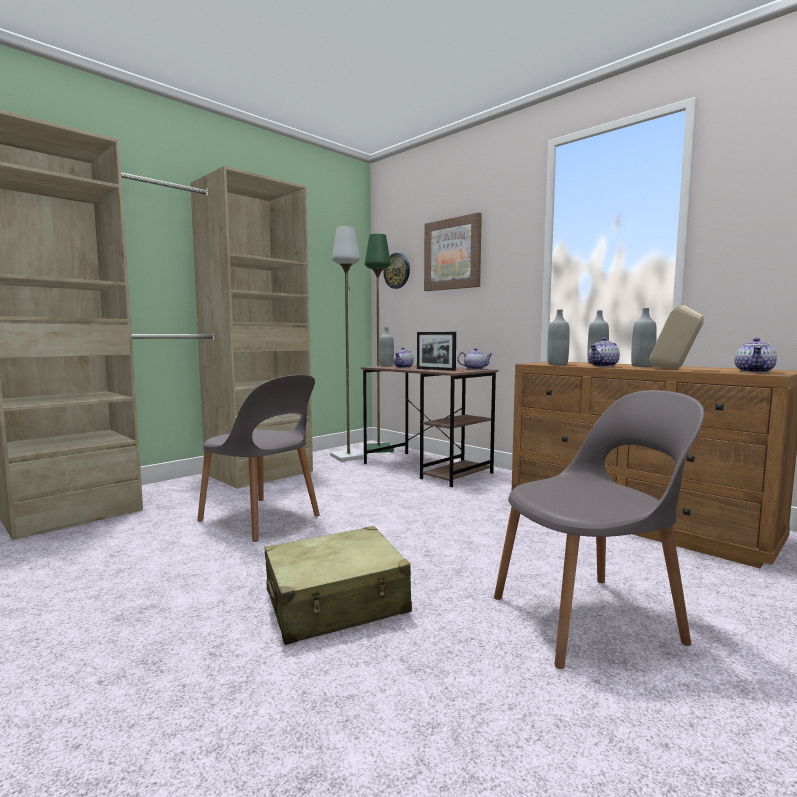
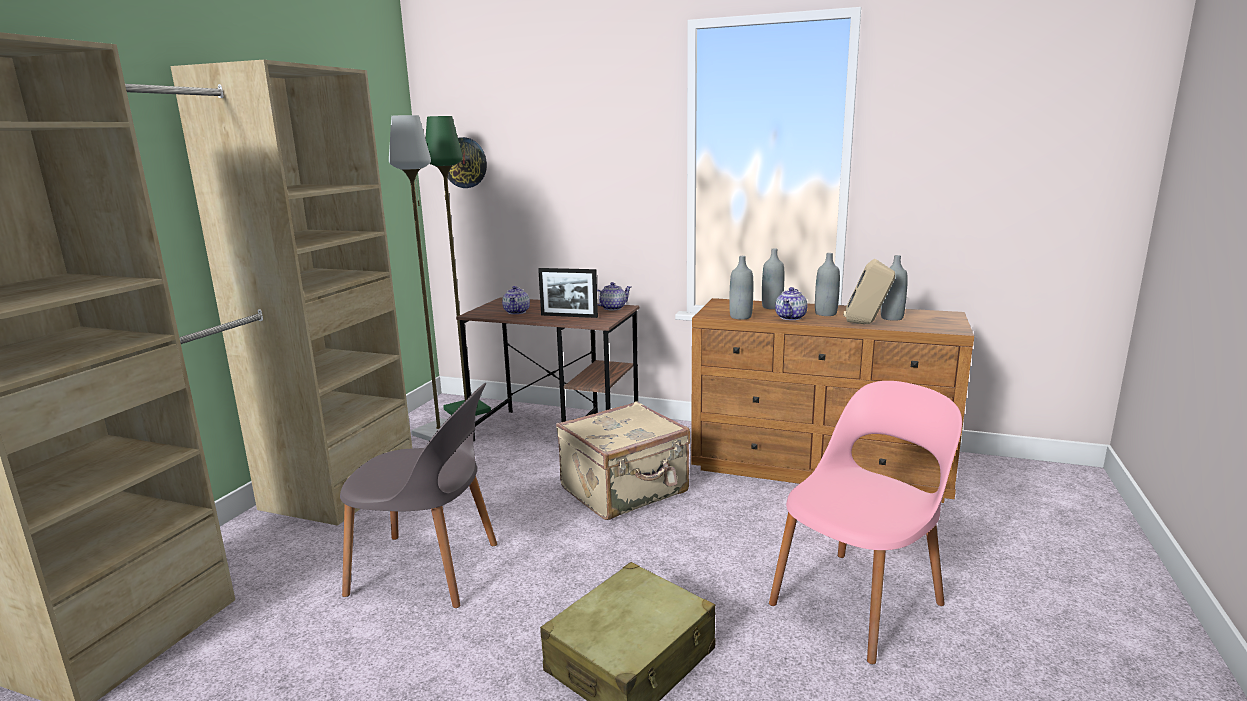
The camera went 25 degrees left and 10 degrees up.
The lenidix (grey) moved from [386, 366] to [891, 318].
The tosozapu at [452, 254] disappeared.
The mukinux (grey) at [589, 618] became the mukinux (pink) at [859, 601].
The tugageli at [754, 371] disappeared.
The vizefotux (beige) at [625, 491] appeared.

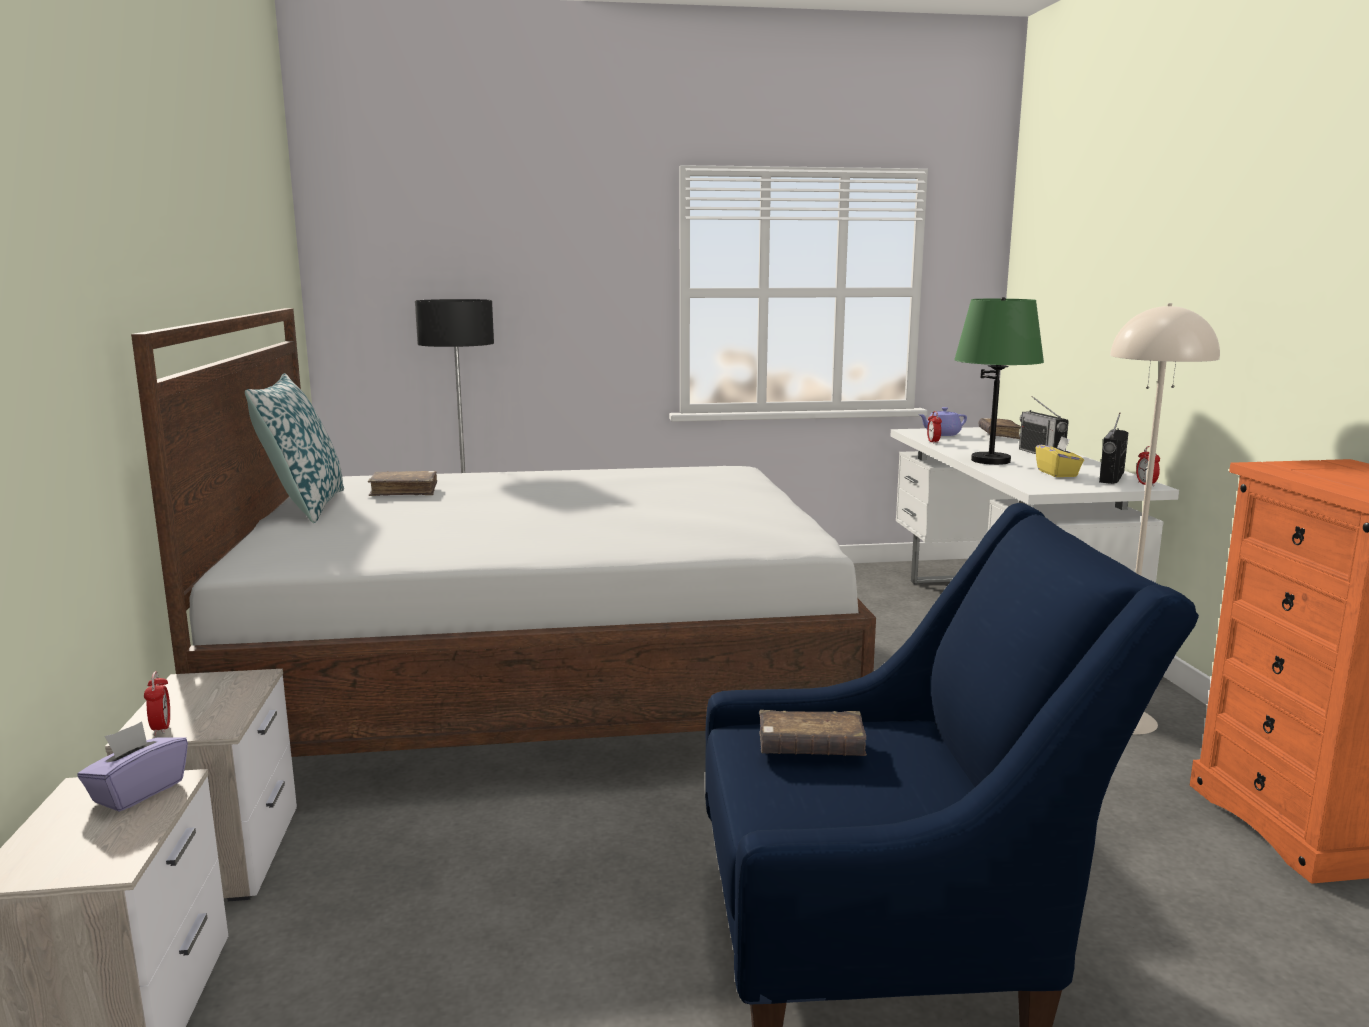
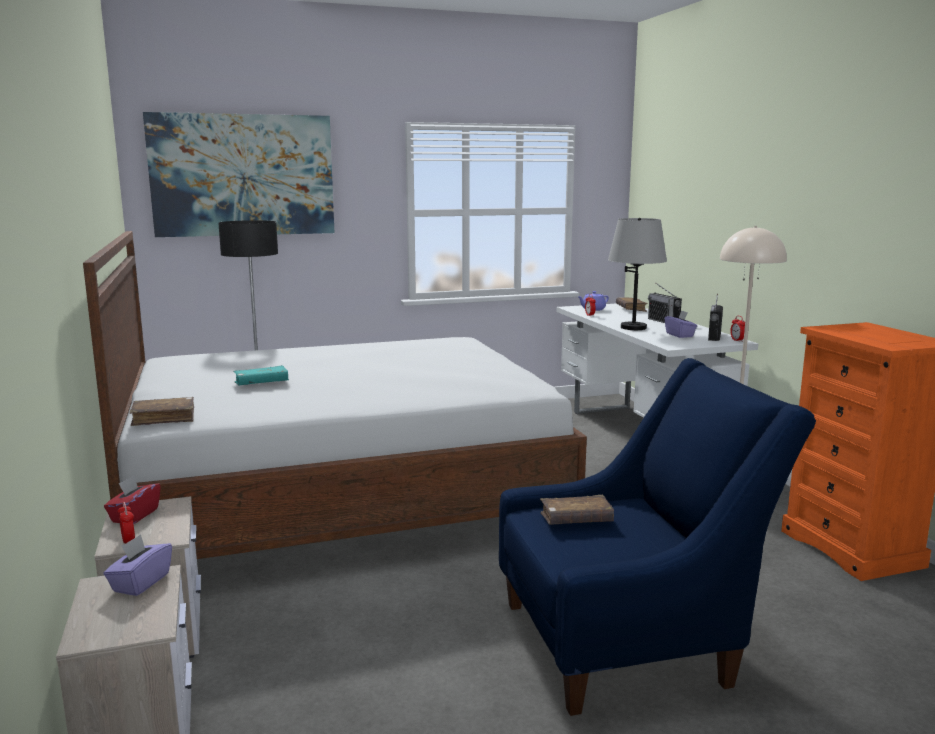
The camera went 10 degrees left and 0 degrees up.
The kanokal at [304, 507] disappeared.
The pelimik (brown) moved from [404, 491] to [164, 418].
The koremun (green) at [991, 461] became the koremun (grey) at [634, 327].
The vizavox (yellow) at [1057, 473] became the vizavox (purple) at [680, 335].
The vizavox (red) at [134, 515] appeared.
The tosozapu at [243, 175] appeared.
The pelimik (turquoise) at [261, 383] appeared.

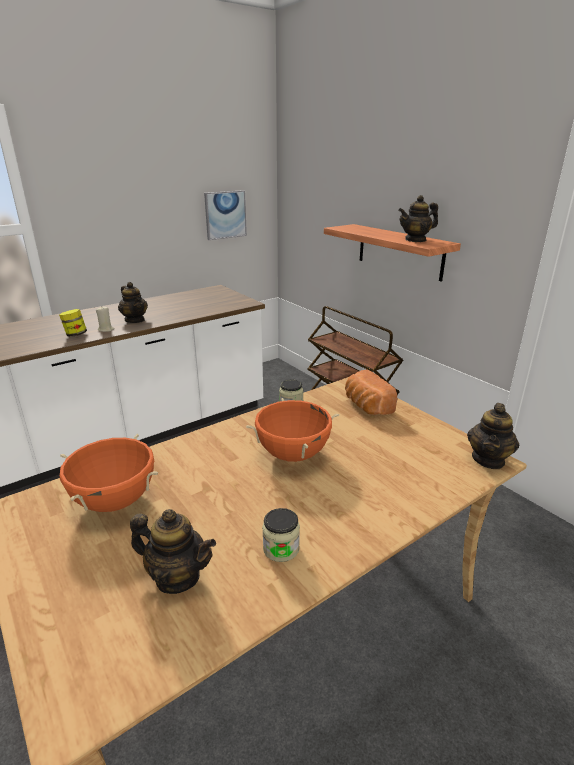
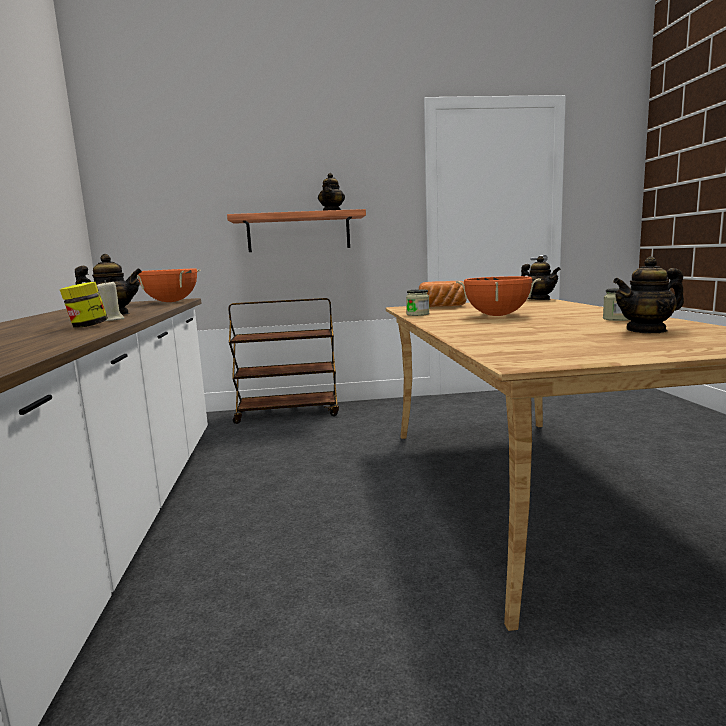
The camera went 60 degrees left and 15 degrees down.
The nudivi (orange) moved from [115, 500] to [170, 302].
The tugageli at [177, 577] turned 150 degrees counterclockwise.
The tosozapu at [225, 215] disappeared.

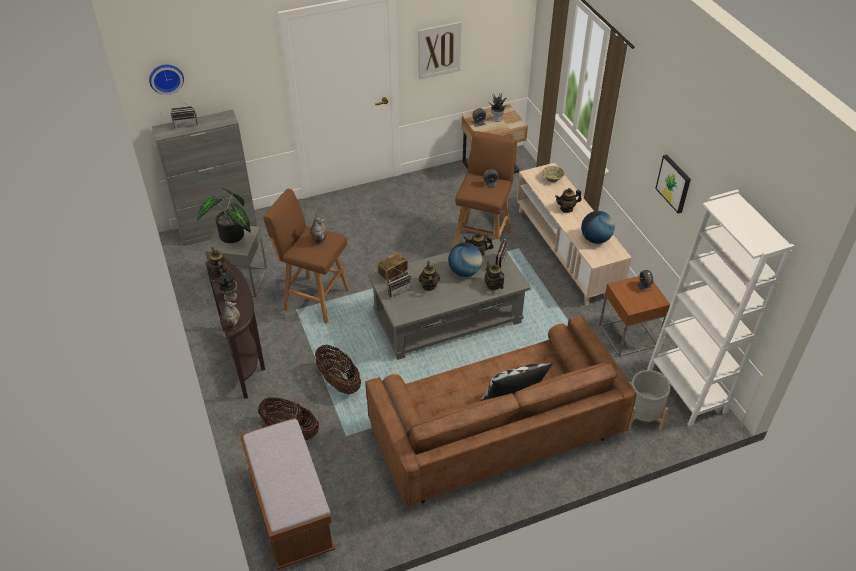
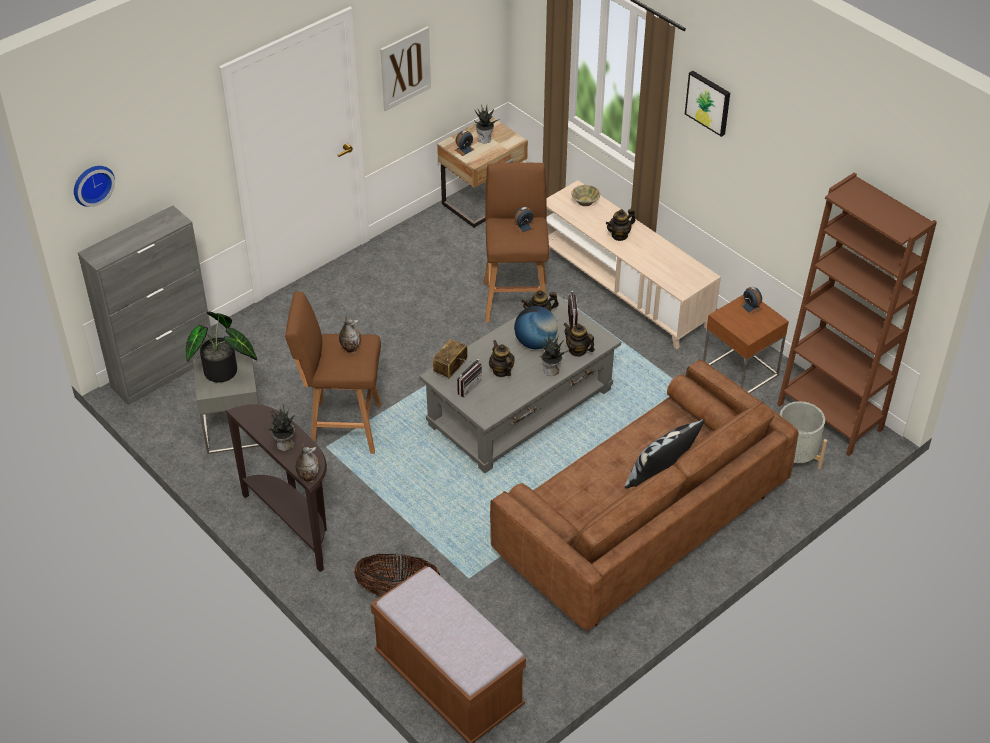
The camera went 20 degrees left and 0 degrees up.
The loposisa at [186, 124] disappeared.
The tugageli at [220, 273] disappeared.
The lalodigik at [339, 381] disappeared.
The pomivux at [595, 239] disappeared.
The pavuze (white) at [686, 390] became the pavuze (brown) at [829, 417].
The tosozapu moved from [674, 183] to [708, 102].
The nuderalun at [551, 371] appeared.

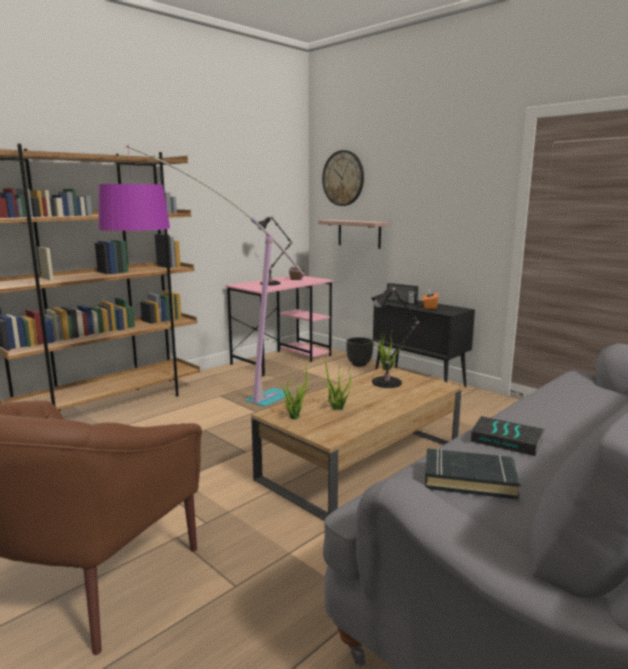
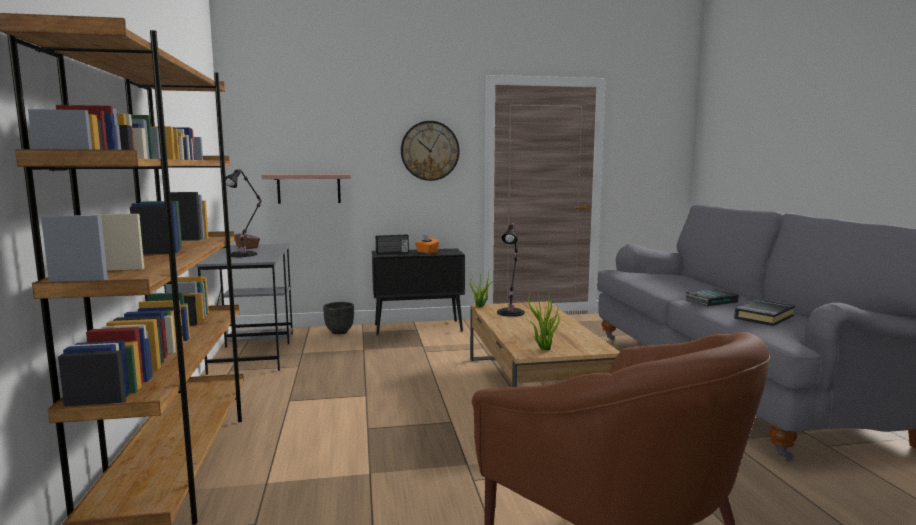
The camera went 55 degrees left and 5 degrees down.
The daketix at [211, 422] disappeared.
The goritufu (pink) at [282, 359] became the goritufu (grey) at [254, 351].
The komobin moved from [343, 178] to [430, 151].

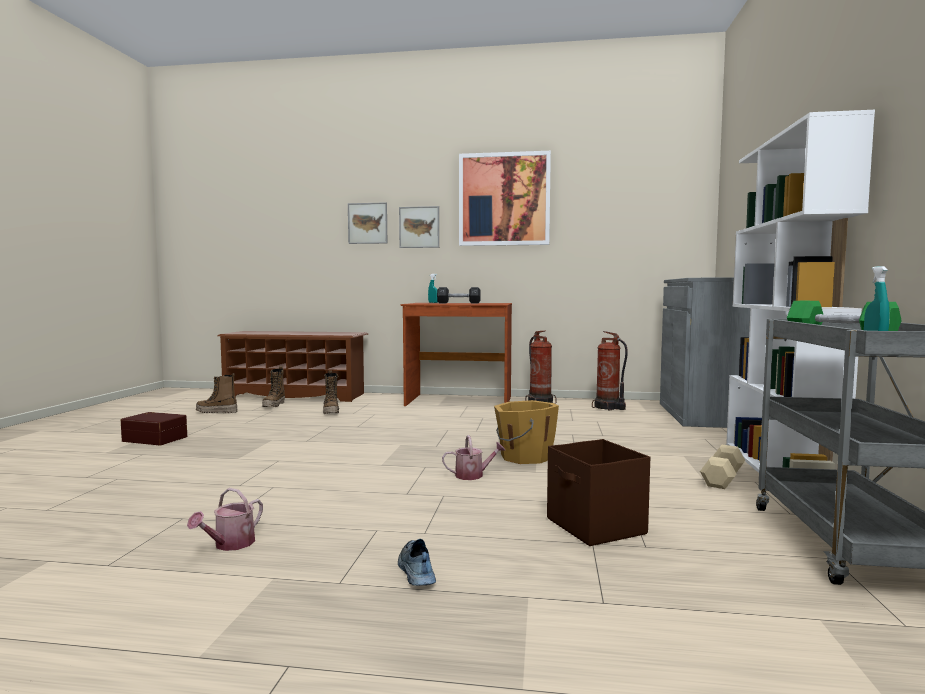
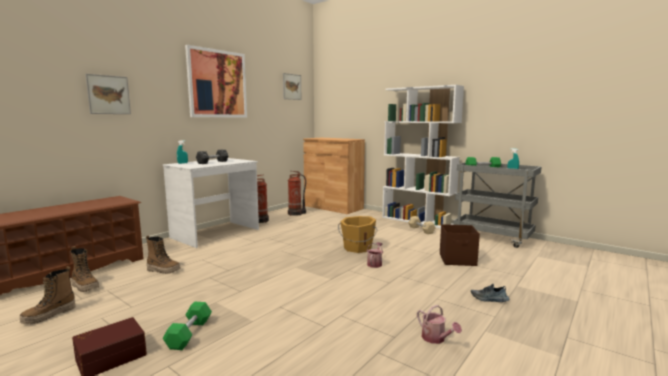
The camera went 60 degrees left and 5 degrees up.
The tosozapu moved from [419, 227] to [292, 86].
The goritufu (brown) at [459, 401] became the goritufu (white) at [216, 233].
The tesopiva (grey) at [698, 414] became the tesopiva (brown) at [333, 207].
The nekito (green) at [189, 334] appeared.

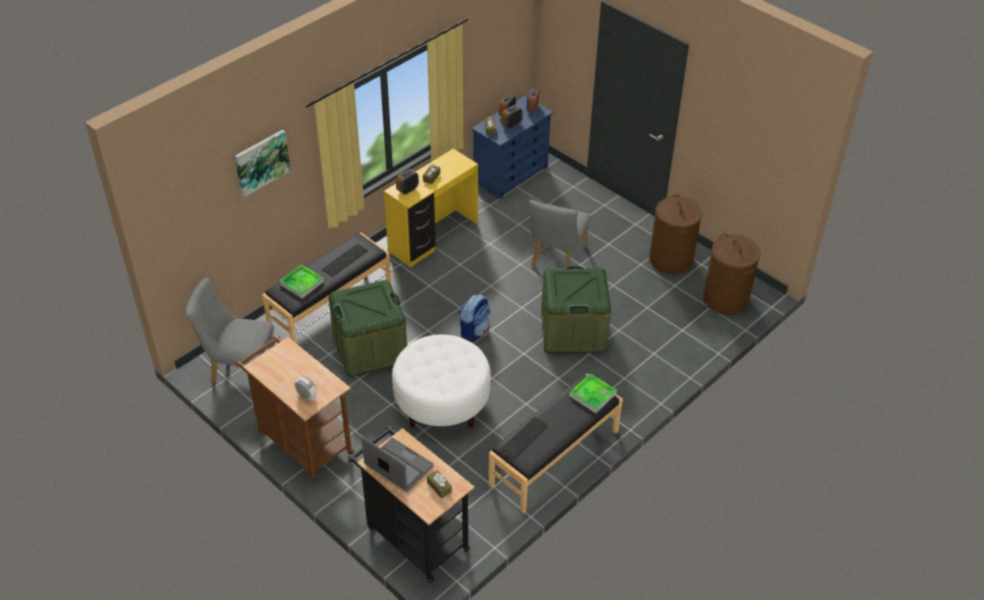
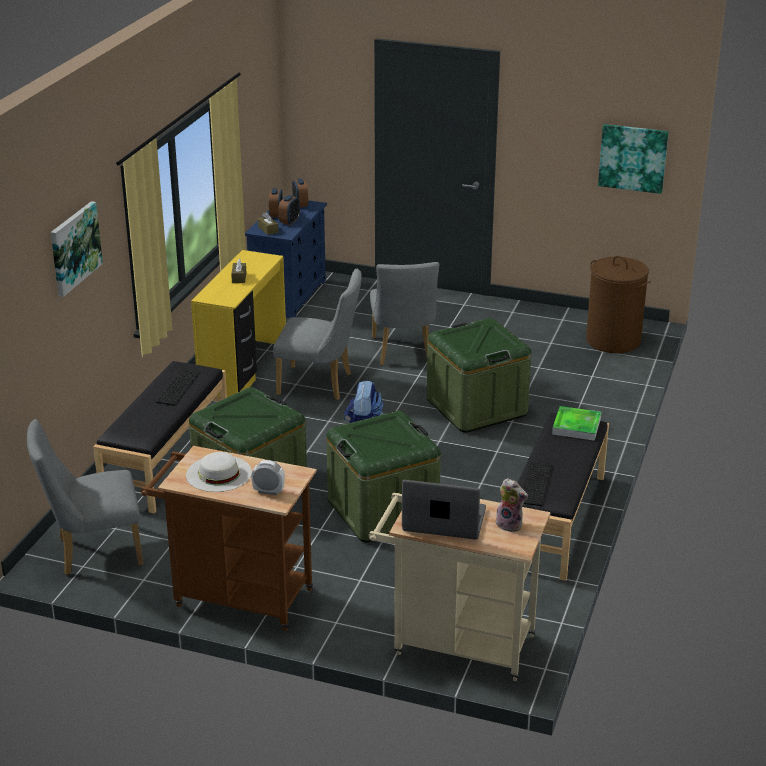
The camera went 25 degrees left and 15 degrees down.
The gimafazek at [302, 283] disappeared.
The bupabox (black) at [413, 536] became the bupabox (beige) at [455, 643].
The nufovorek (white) at [442, 403] was replaced by the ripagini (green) at [383, 511].
The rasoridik at [407, 190] disappeared.
The vizavox (brown) at [439, 487] was replaced by the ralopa at [510, 524].
The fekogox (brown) at [671, 259] disappeared.
The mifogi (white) at [219, 473] appeared.
The mukinux (grey) at [320, 384] appeared.
The tosozapu at [633, 158] appeared.

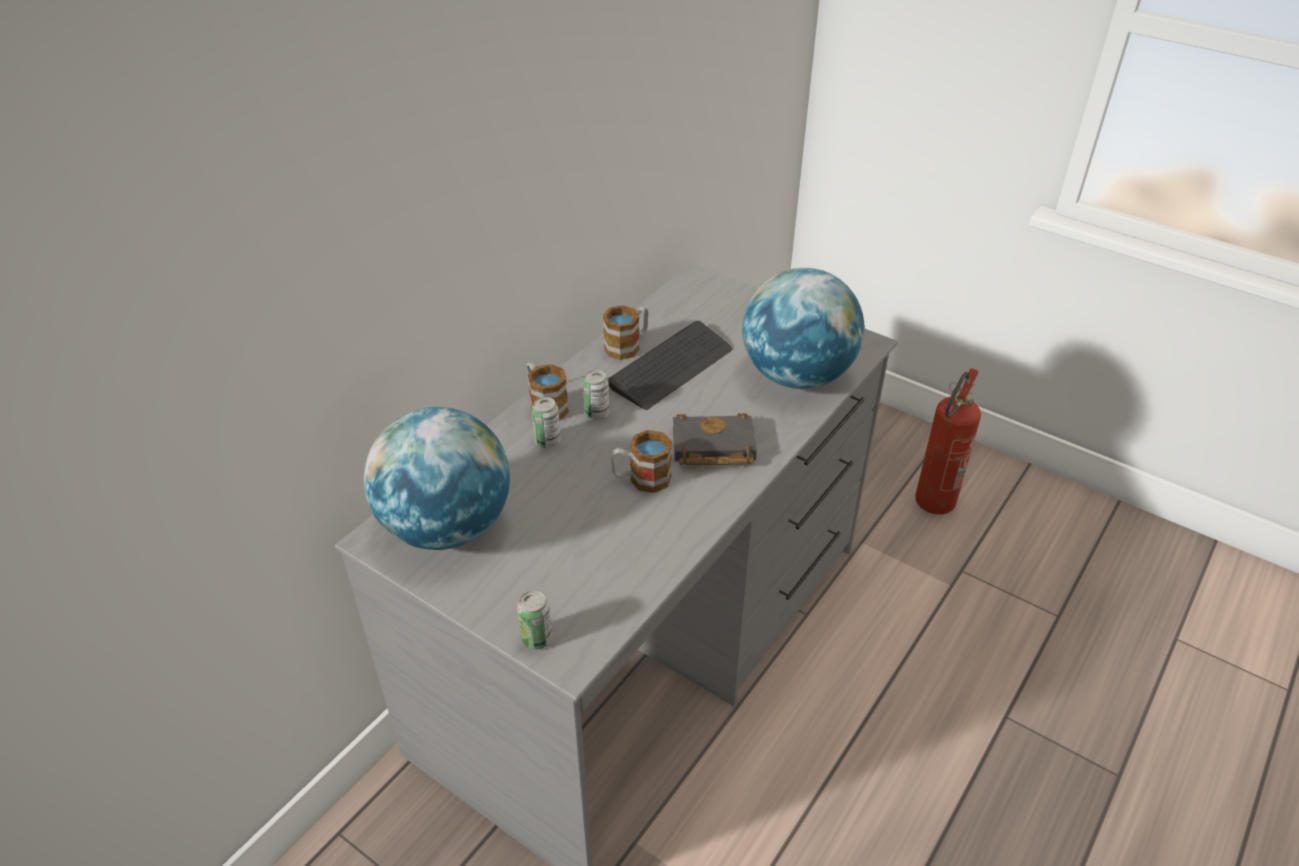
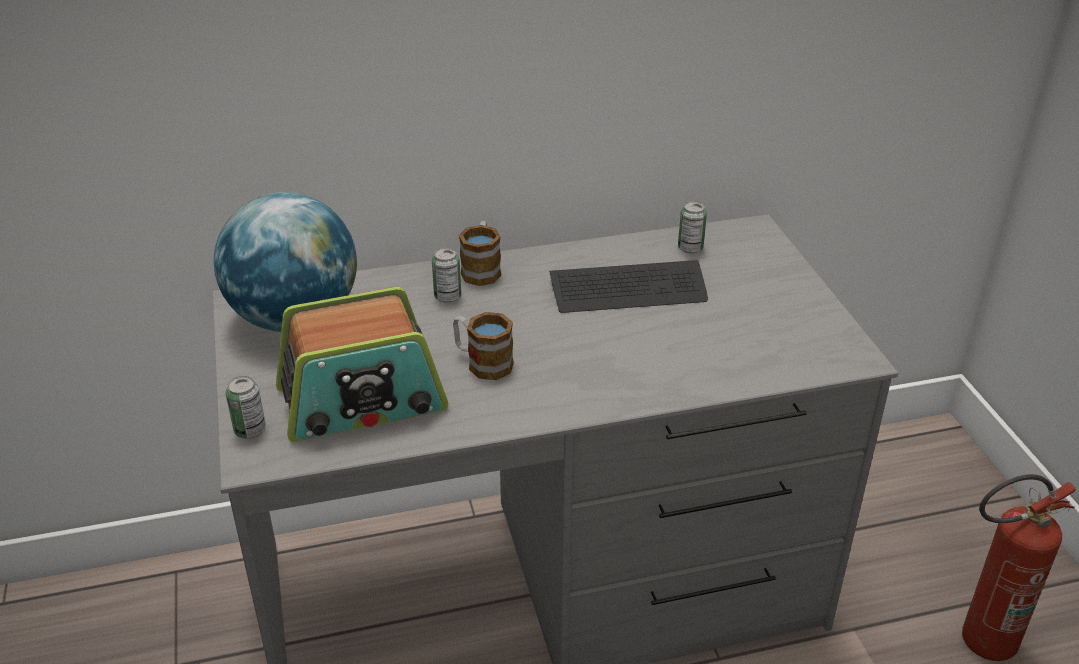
The camera went 40 degrees right and 5 degrees down.
The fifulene moved from [597, 413] to [690, 248].
The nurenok at [627, 345] disappeared.
The pelimik (black) at [711, 447] disappeared.
The pomivux at [797, 375] disappeared.
The loposisa at [362, 401] appeared.

